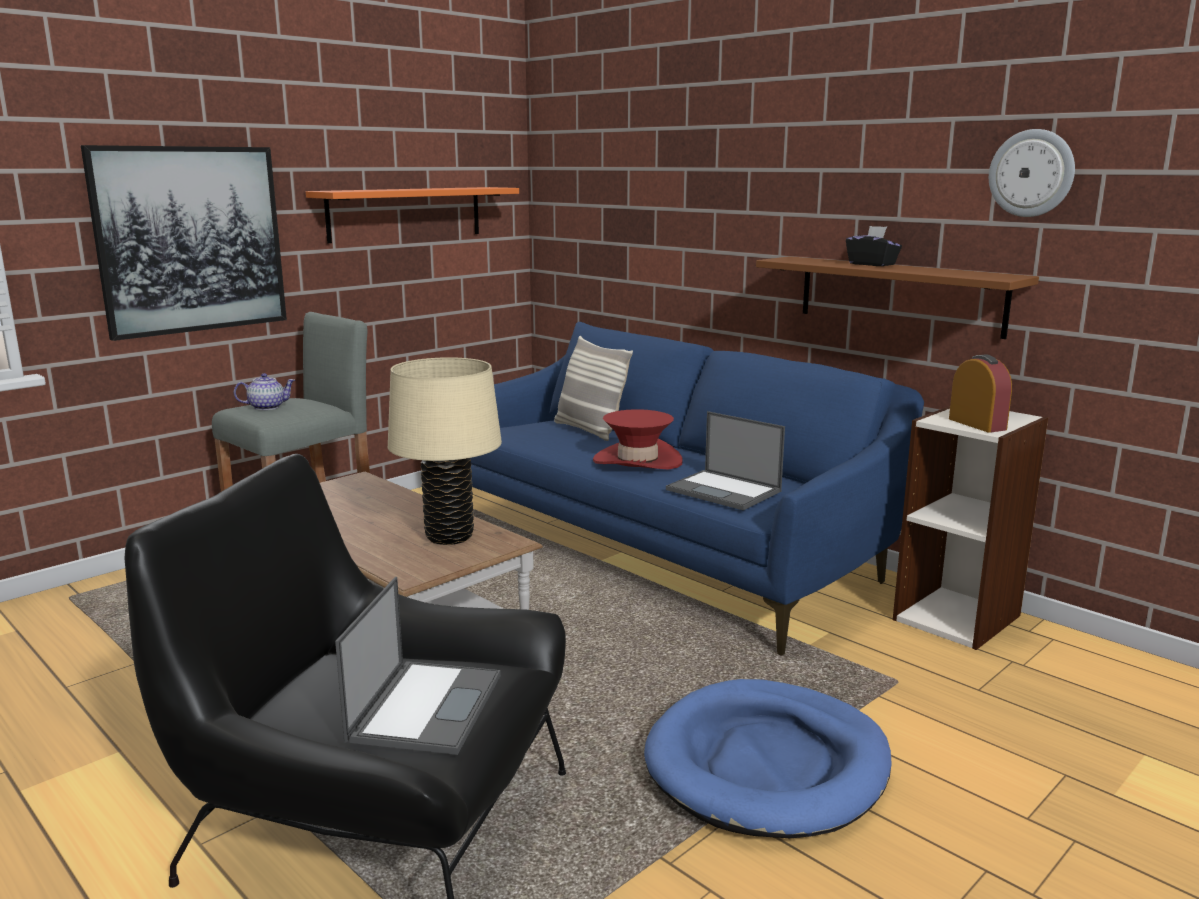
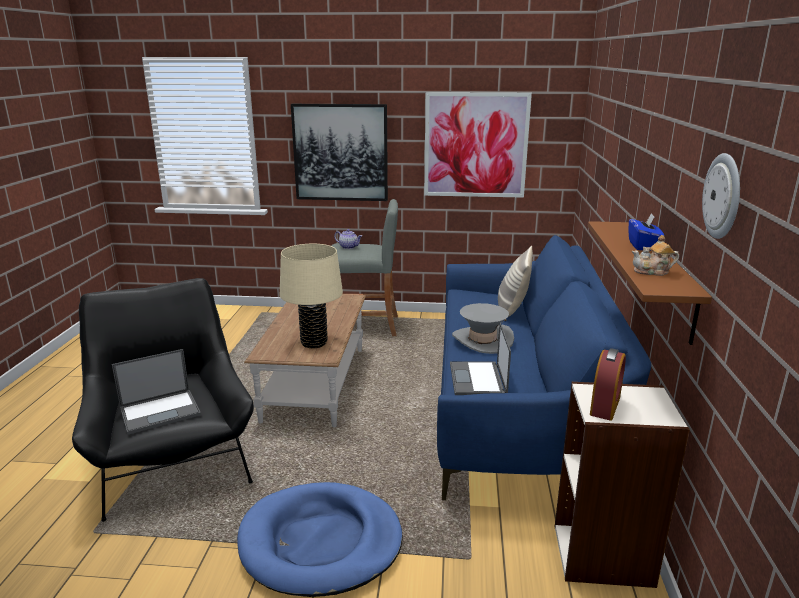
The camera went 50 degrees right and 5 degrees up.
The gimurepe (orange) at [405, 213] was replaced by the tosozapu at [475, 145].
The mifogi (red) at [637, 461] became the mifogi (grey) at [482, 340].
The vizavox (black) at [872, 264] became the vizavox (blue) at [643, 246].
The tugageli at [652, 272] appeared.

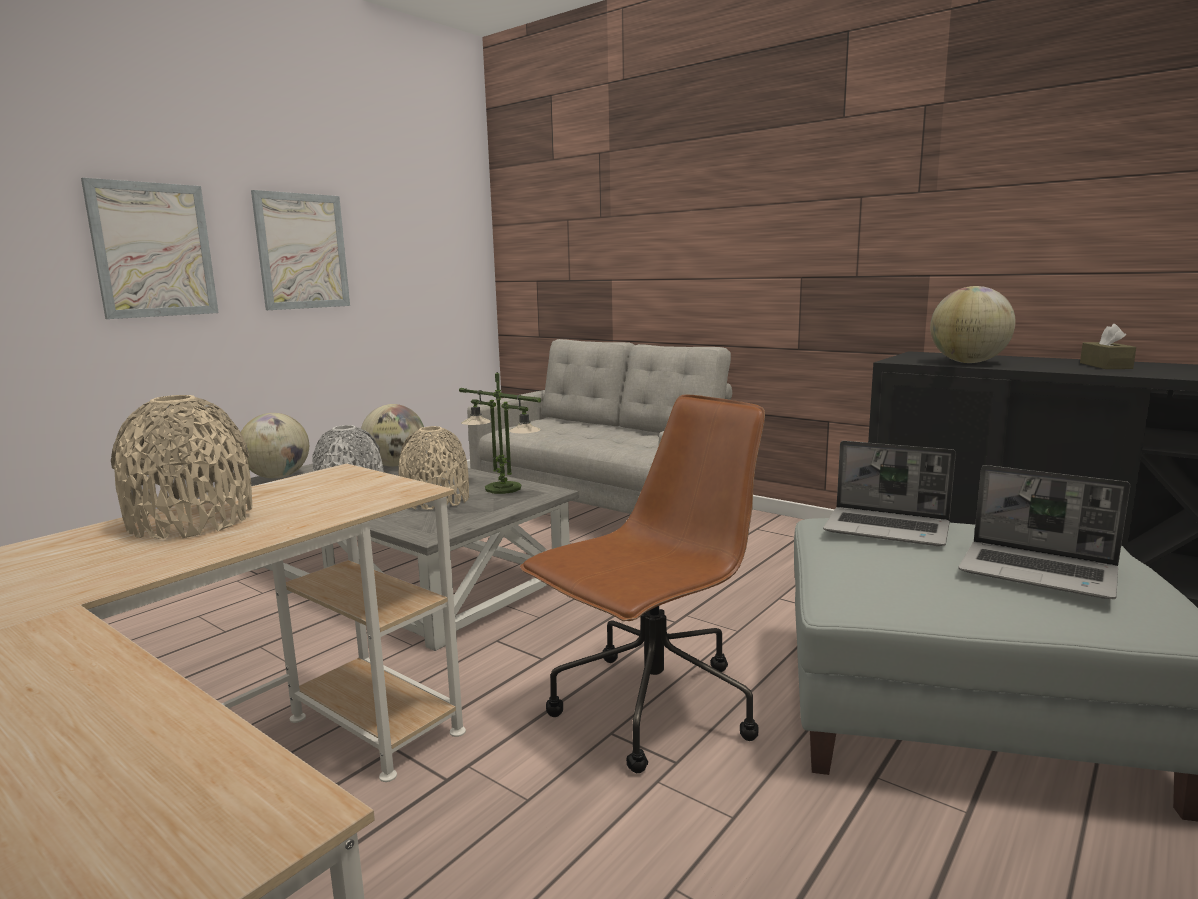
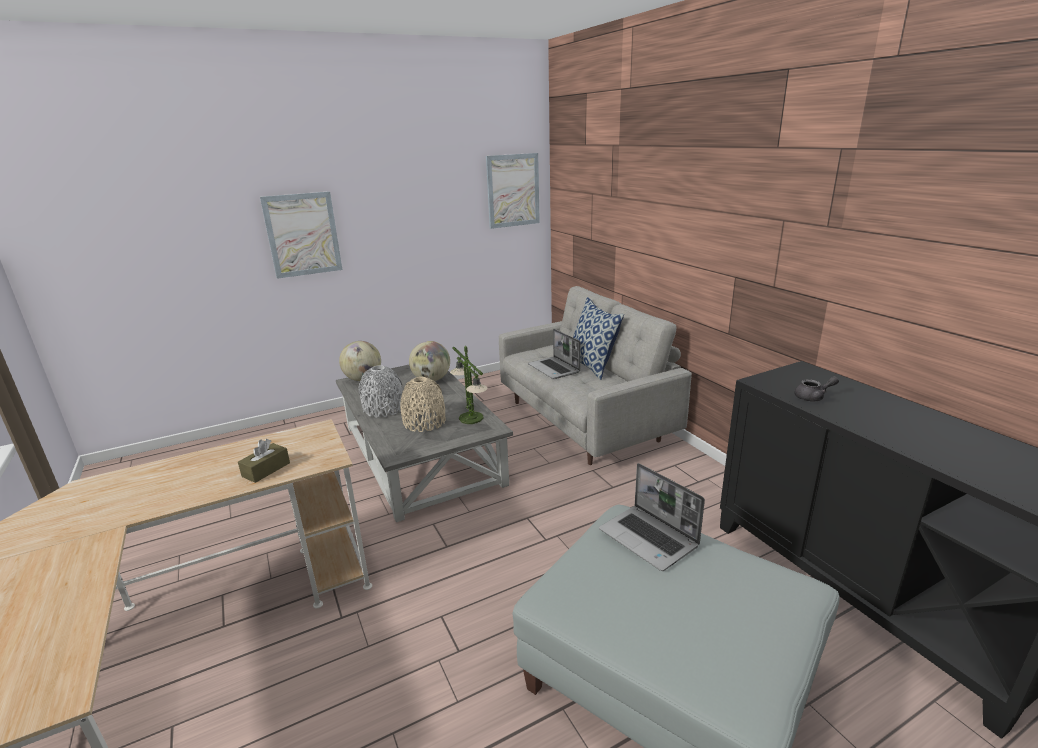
The camera went 25 degrees right and 10 degrees up.
The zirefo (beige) at [191, 521] disappeared.
The tosozapu moved from [302, 251] to [513, 190].
The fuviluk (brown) at [652, 709] disappeared.
The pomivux at [968, 362] was replaced by the tugageli (grey) at [813, 397].
The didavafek moved from [1039, 572] to [554, 369].
The vizavox (brown) moved from [1105, 366] to [266, 470].
The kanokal at [593, 366] appeared.

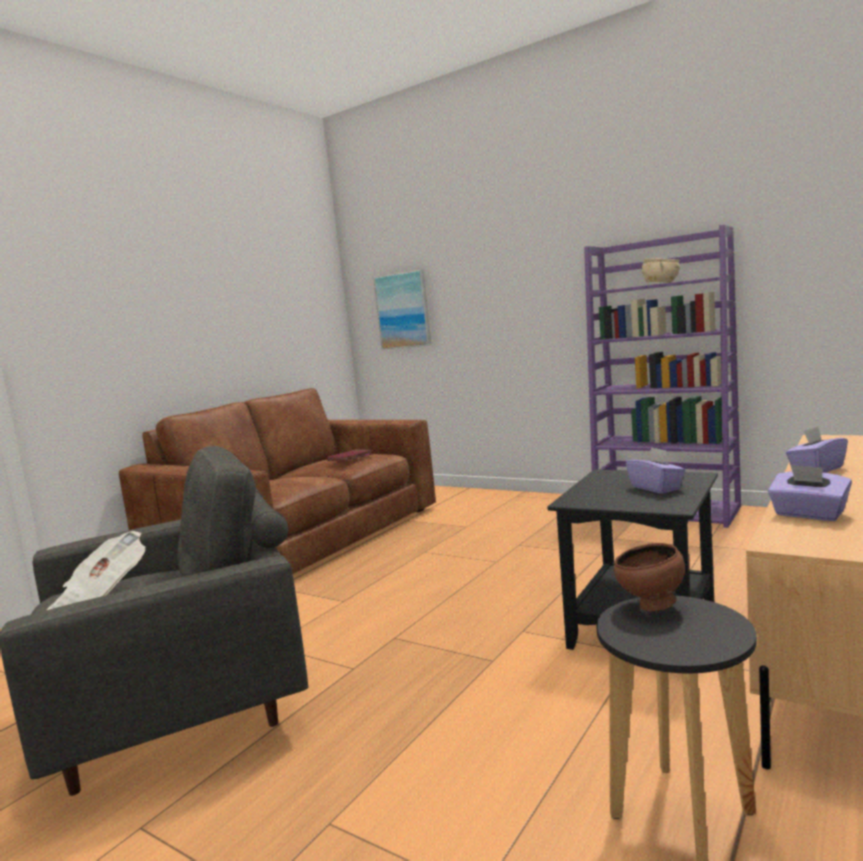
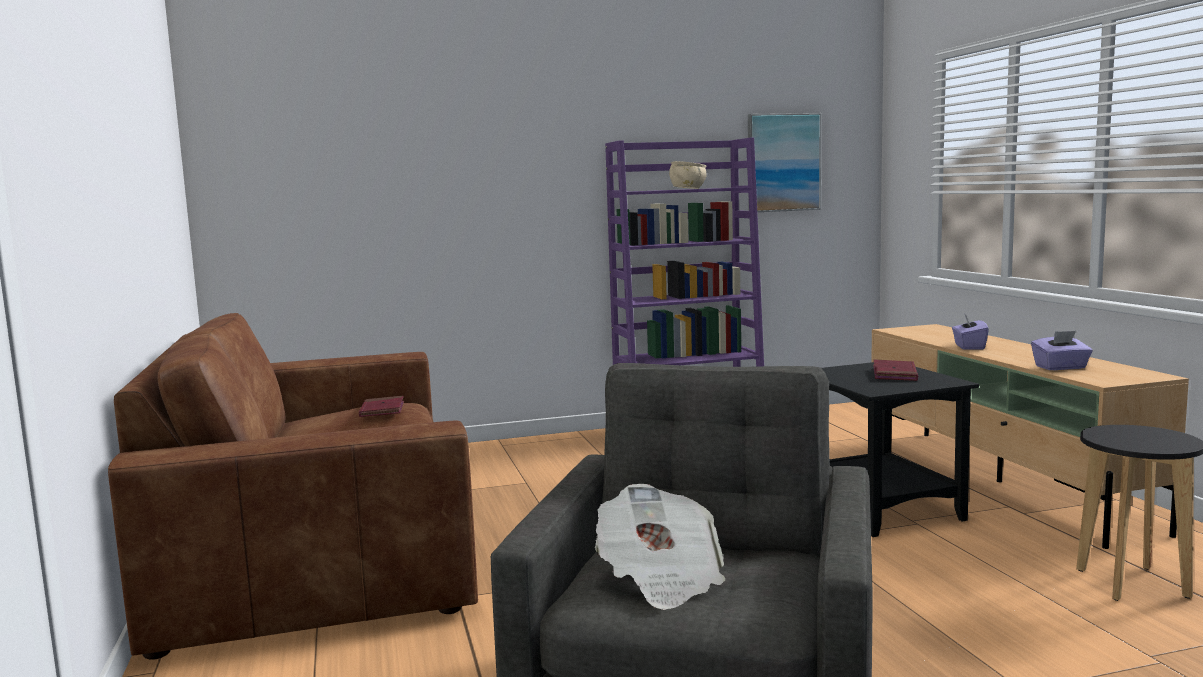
The camera went 50 degrees left and 0 degrees up.
The tosozapu moved from [403, 310] to [783, 162].
The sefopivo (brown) at [651, 607] disappeared.
The vizavox (purple) at [656, 488] was replaced by the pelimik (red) at [894, 374].

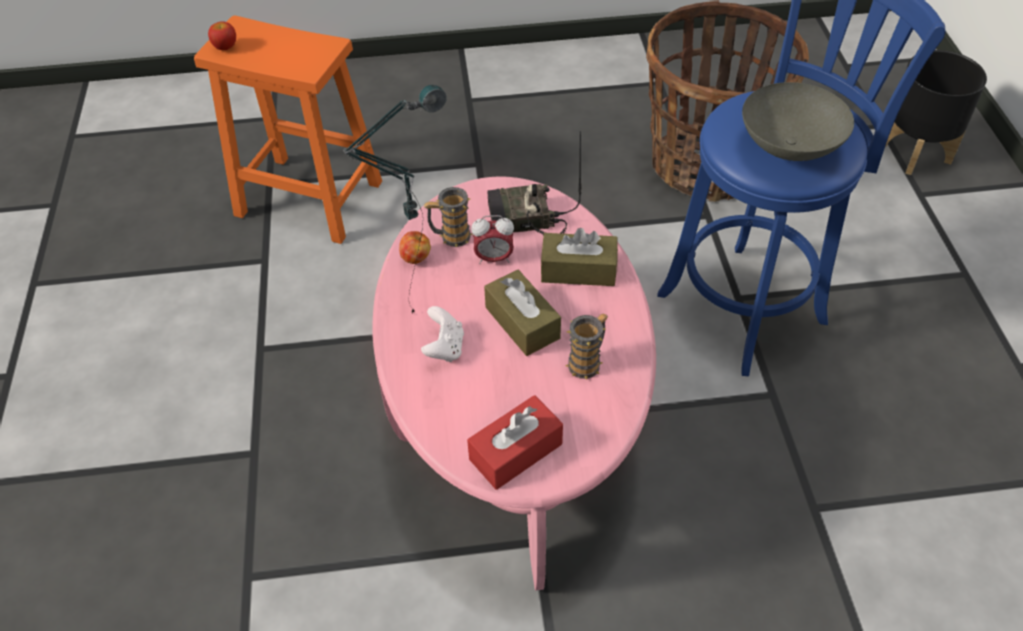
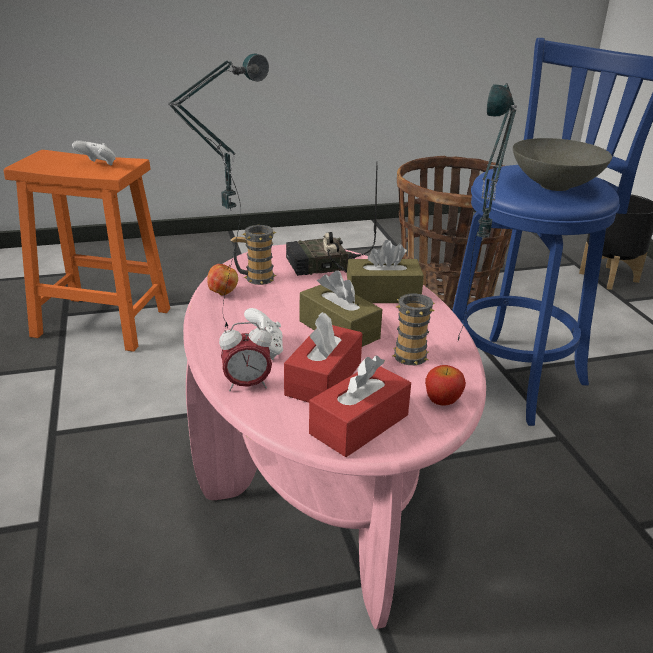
The camera went 10 degrees left and 20 degrees down.
The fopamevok moved from [225, 47] to [442, 400].
The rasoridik moved from [494, 258] to [247, 385].
The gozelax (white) at [98, 165] appeared.
The vizavox (red) at [323, 379] appeared.
The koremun at [467, 350] appeared.

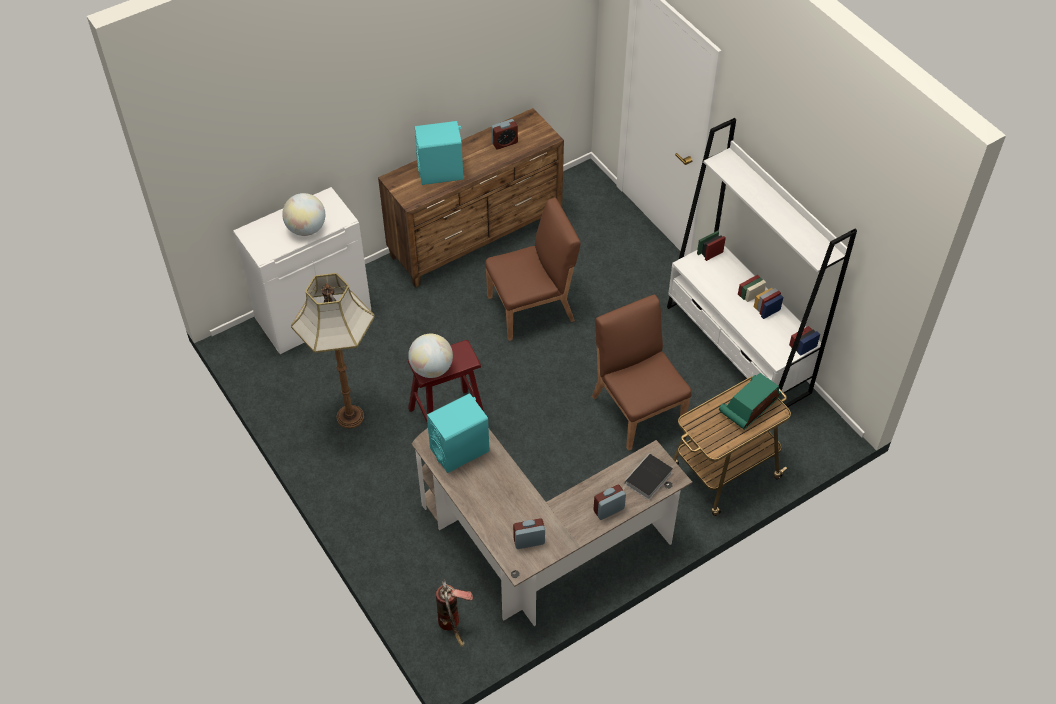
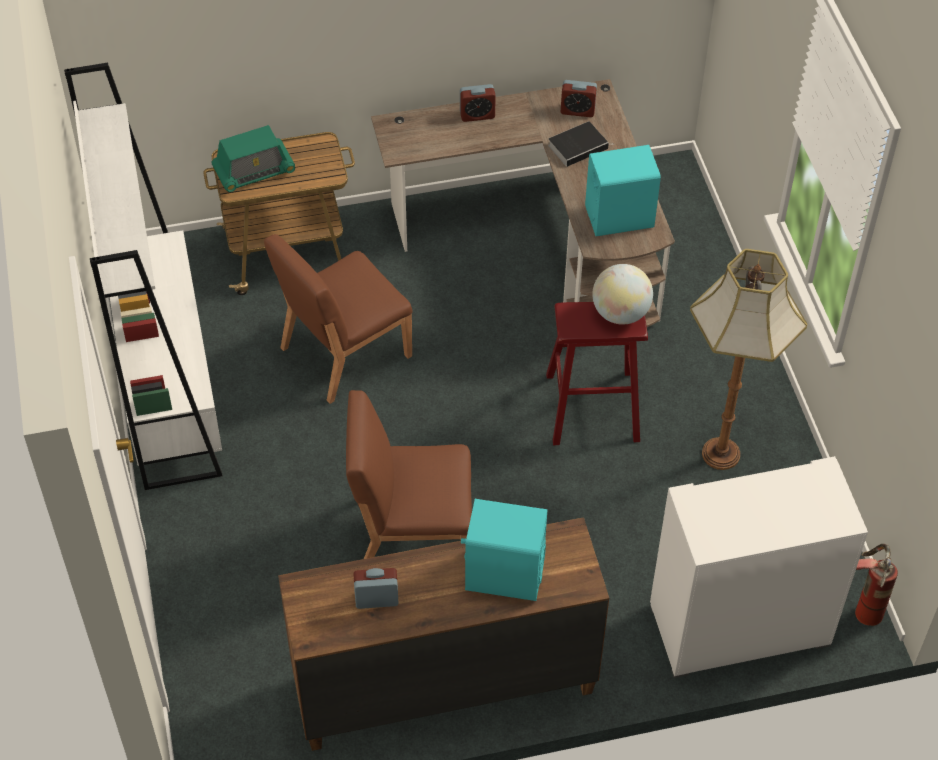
The camera went 160 degrees left and 0 degrees up.
The pomivux at [306, 229] disappeared.
The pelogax moved from [453, 627] to [864, 604].
The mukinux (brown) at [638, 409] turned 60 degrees clockwise.
The pelimik moved from [648, 479] to [579, 146].

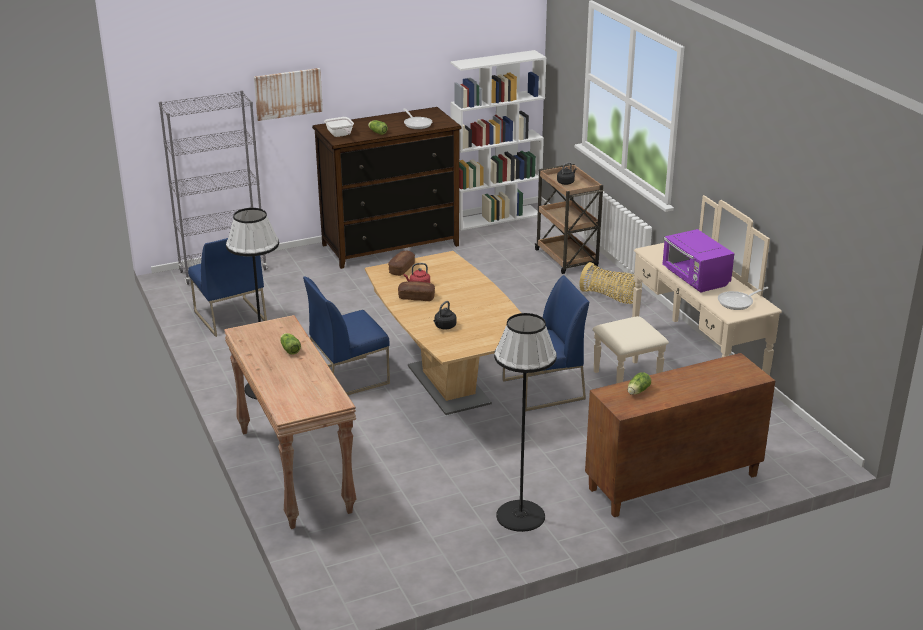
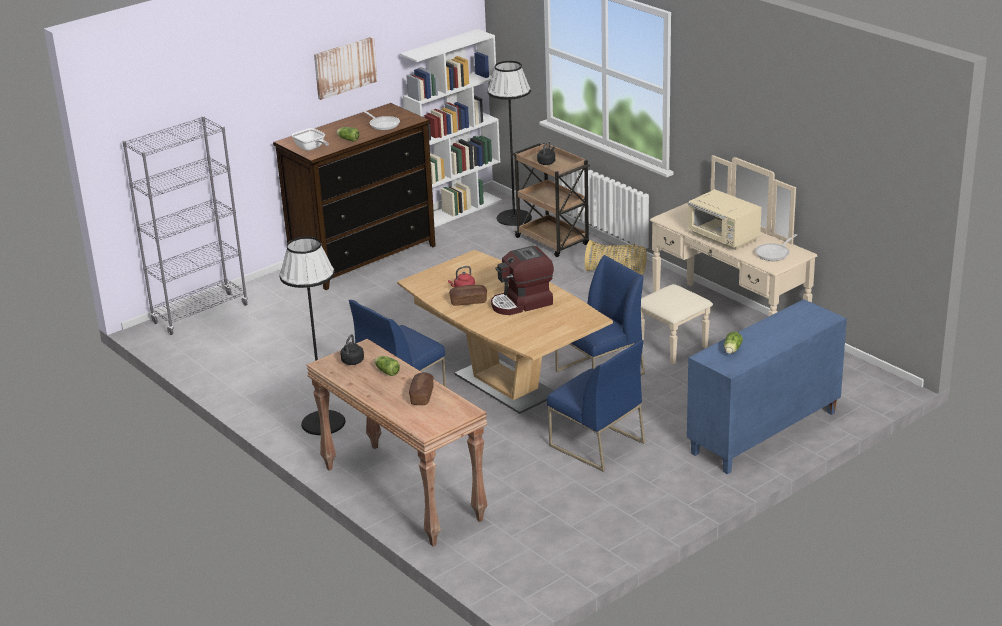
The camera went 15 degrees left and 0 degrees up.
The mukinux (blue) moved from [229, 317] to [596, 444].
The tosozapu moved from [288, 93] to [345, 67].
The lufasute moved from [401, 269] to [422, 395].
The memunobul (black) moved from [444, 327] to [352, 362].
The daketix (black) moved from [521, 515] to [514, 217].
The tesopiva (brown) at [672, 483] became the tesopiva (blue) at [764, 434].
The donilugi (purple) at [695, 279] became the donilugi (beige) at [723, 238].
The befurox at [522, 303] appeared.

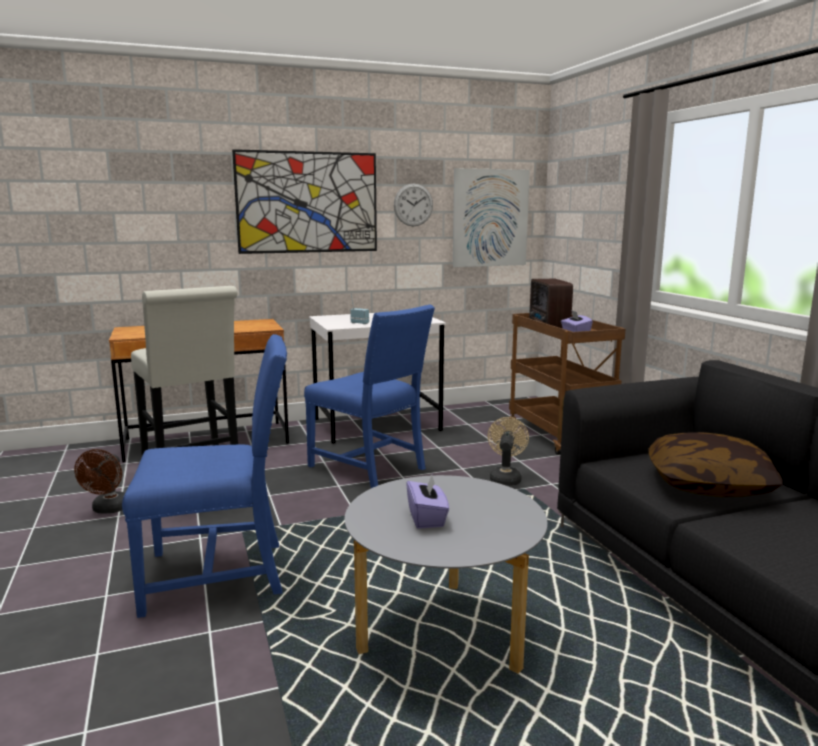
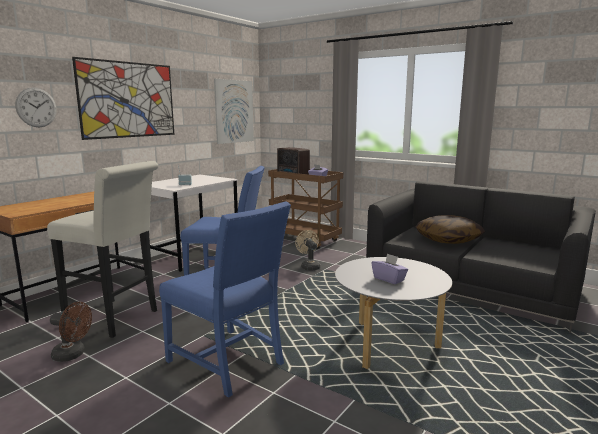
The camera went 35 degrees left and 0 degrees up.
The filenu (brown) at [109, 509] turned 45 degrees counterclockwise.
The mukinux (blue) at [220, 574] turned 90 degrees clockwise.
The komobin moved from [413, 205] to [36, 107].

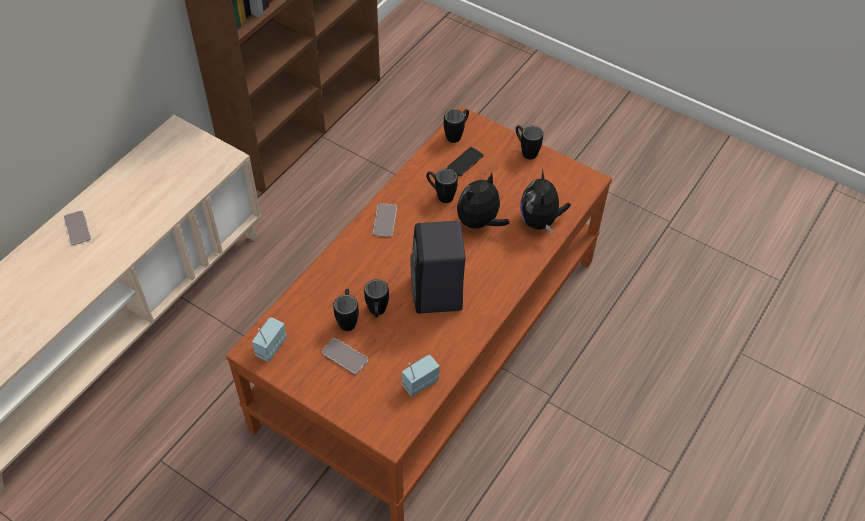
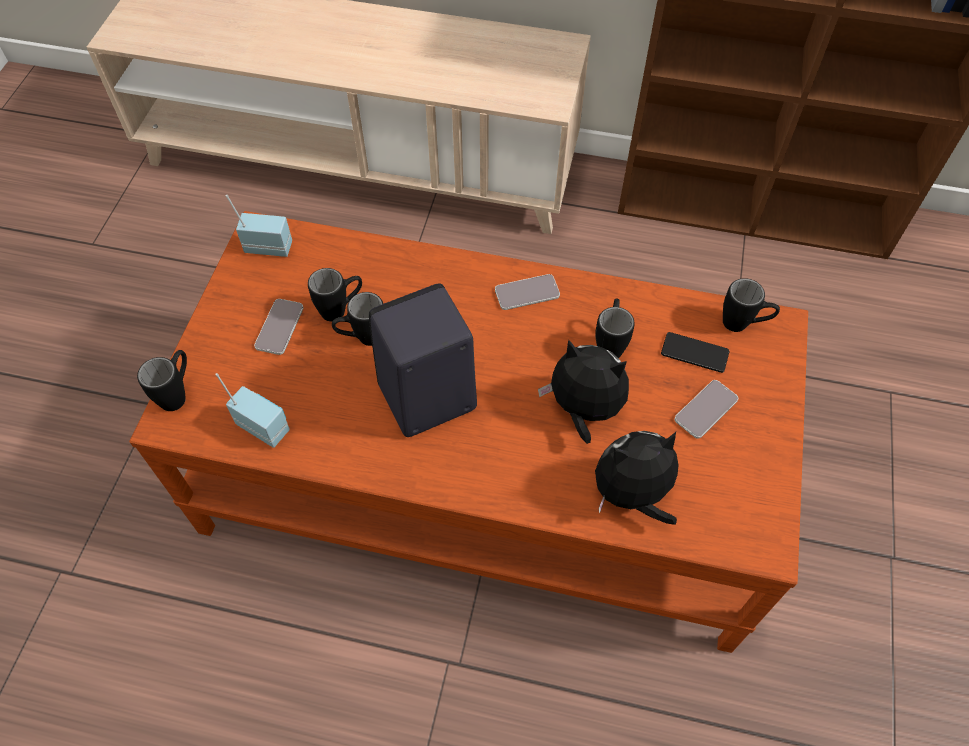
The camera went 70 degrees right and 5 degrees up.
The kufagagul moved from [77, 228] to [706, 409].
The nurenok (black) moved from [526, 151] to [178, 393].

